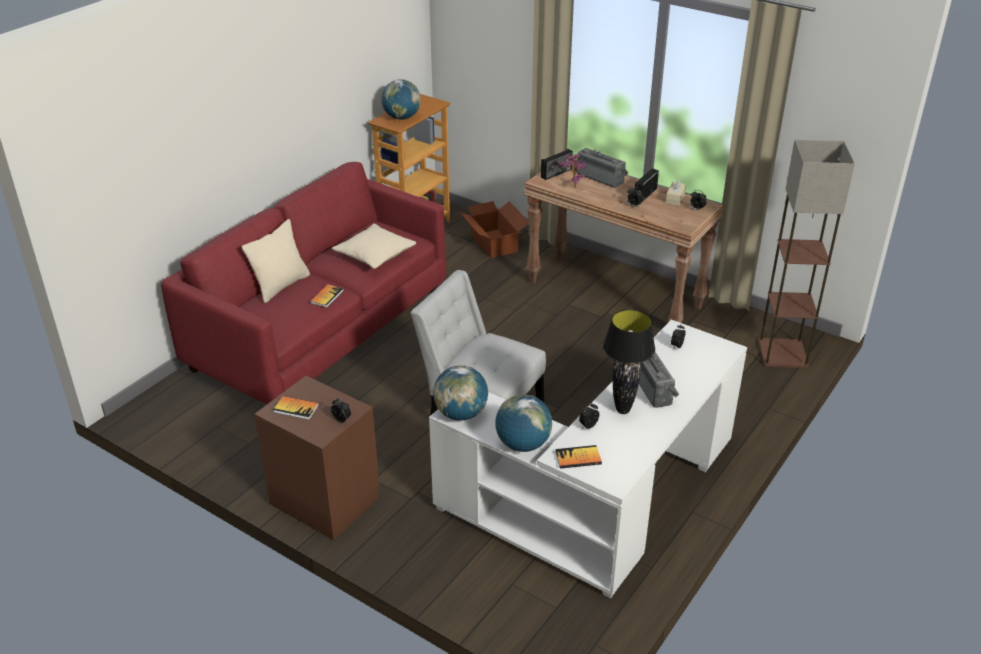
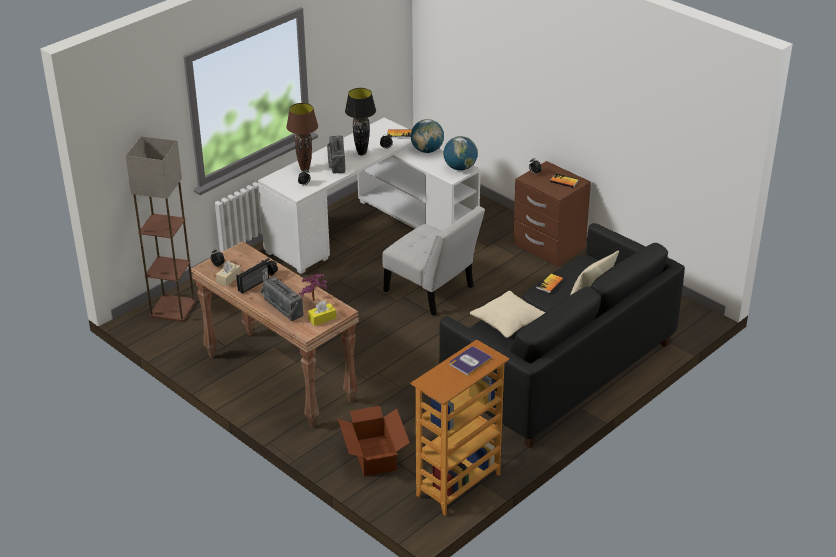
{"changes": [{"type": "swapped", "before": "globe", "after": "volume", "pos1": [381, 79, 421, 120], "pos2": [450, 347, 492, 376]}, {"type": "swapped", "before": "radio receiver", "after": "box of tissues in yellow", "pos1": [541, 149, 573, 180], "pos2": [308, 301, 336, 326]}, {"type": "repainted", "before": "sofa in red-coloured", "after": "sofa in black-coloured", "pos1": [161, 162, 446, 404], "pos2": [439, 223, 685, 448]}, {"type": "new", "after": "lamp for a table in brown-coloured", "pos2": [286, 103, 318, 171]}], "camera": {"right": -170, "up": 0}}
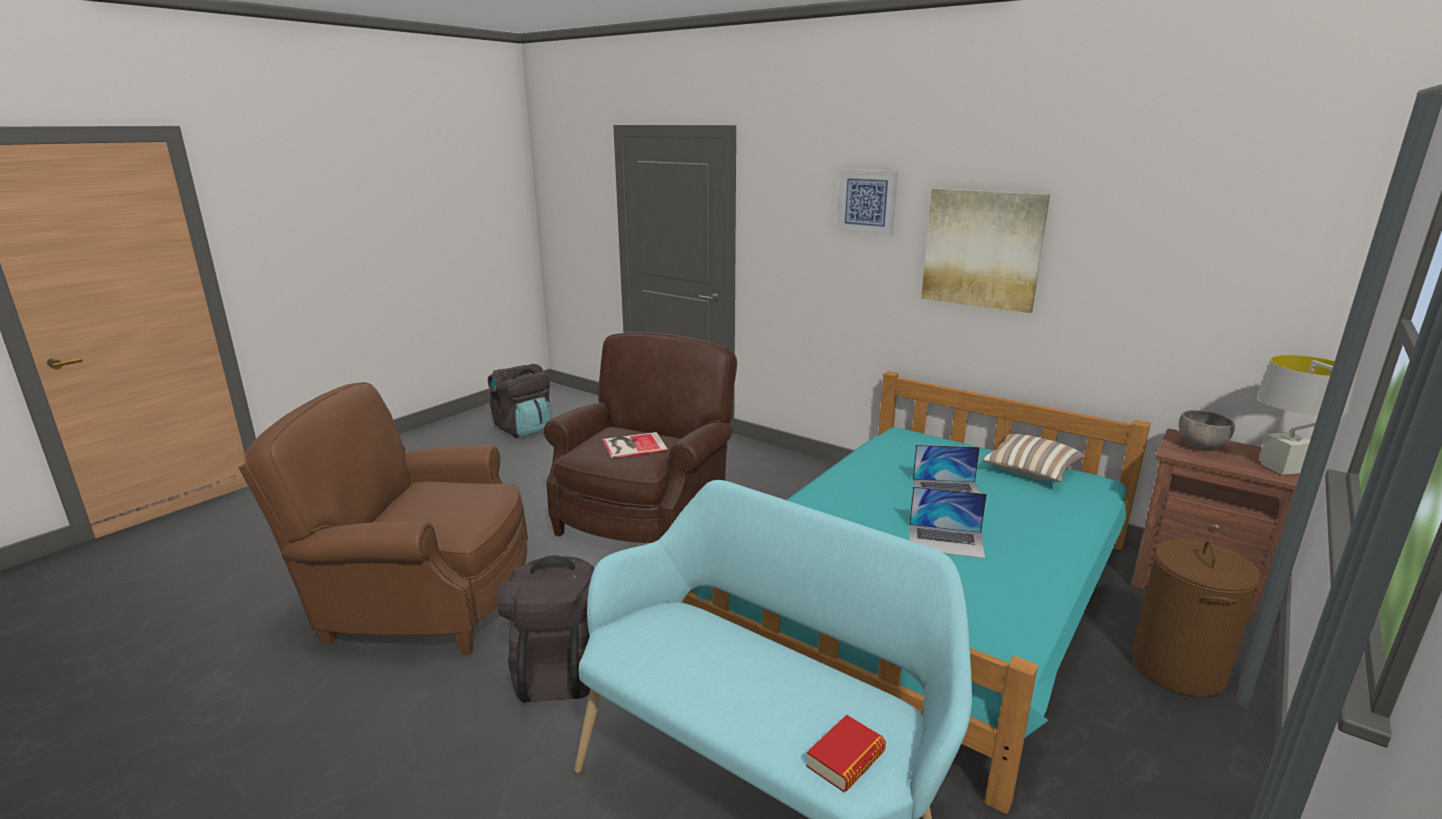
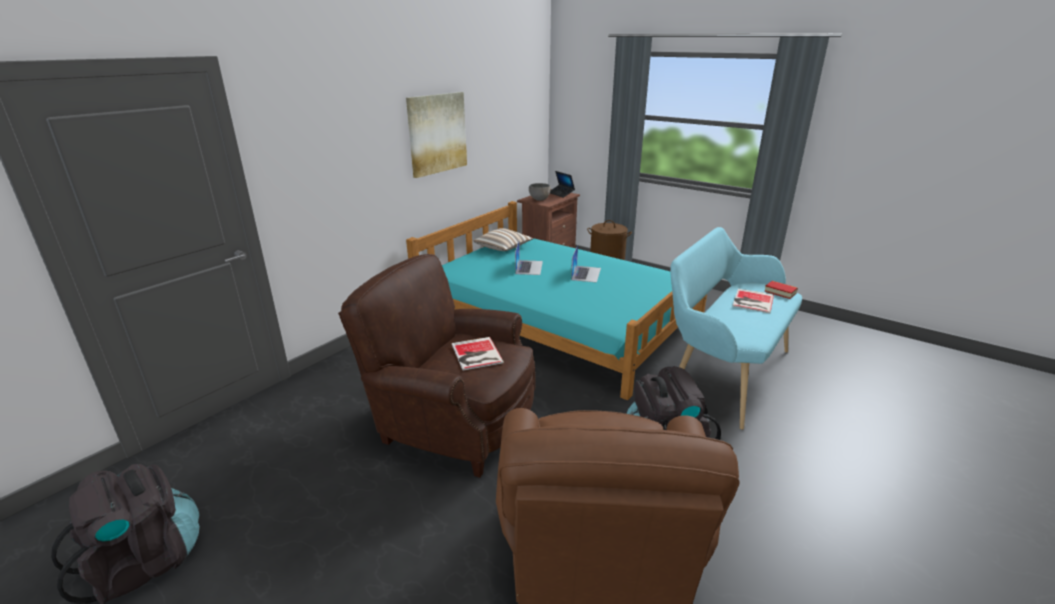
{"changes": [{"type": "gone", "before": "picture", "pos1": [836, 169, 898, 236]}, {"type": "swapped", "before": "lamp for a table in gray", "after": "portable computer", "pos1": [1257, 355, 1357, 475], "pos2": [550, 171, 575, 198]}, {"type": "new", "after": "volume", "pos2": [732, 288, 774, 313]}], "camera": {"right": -90, "up": 5}}
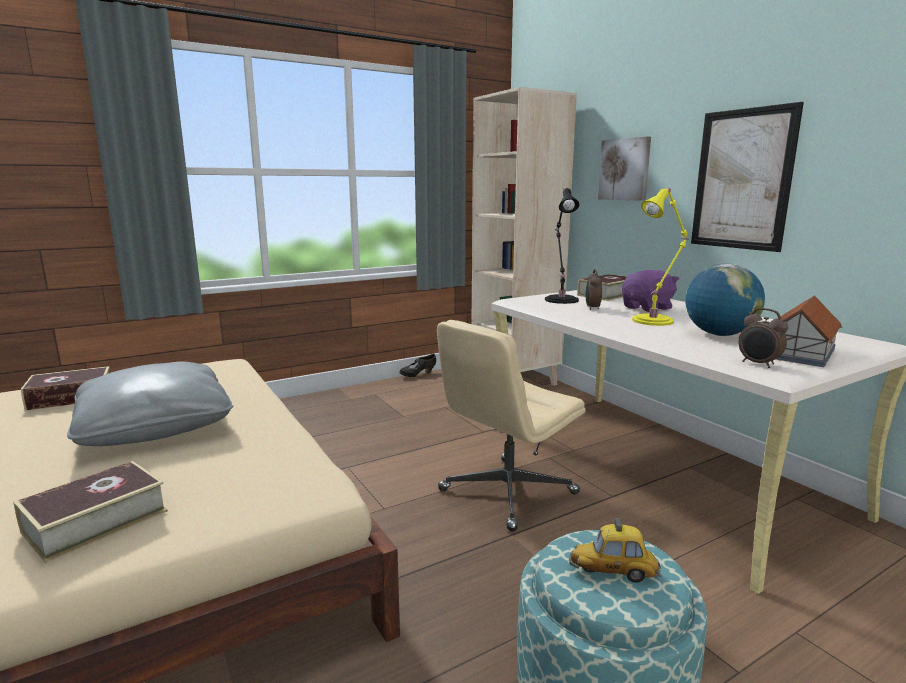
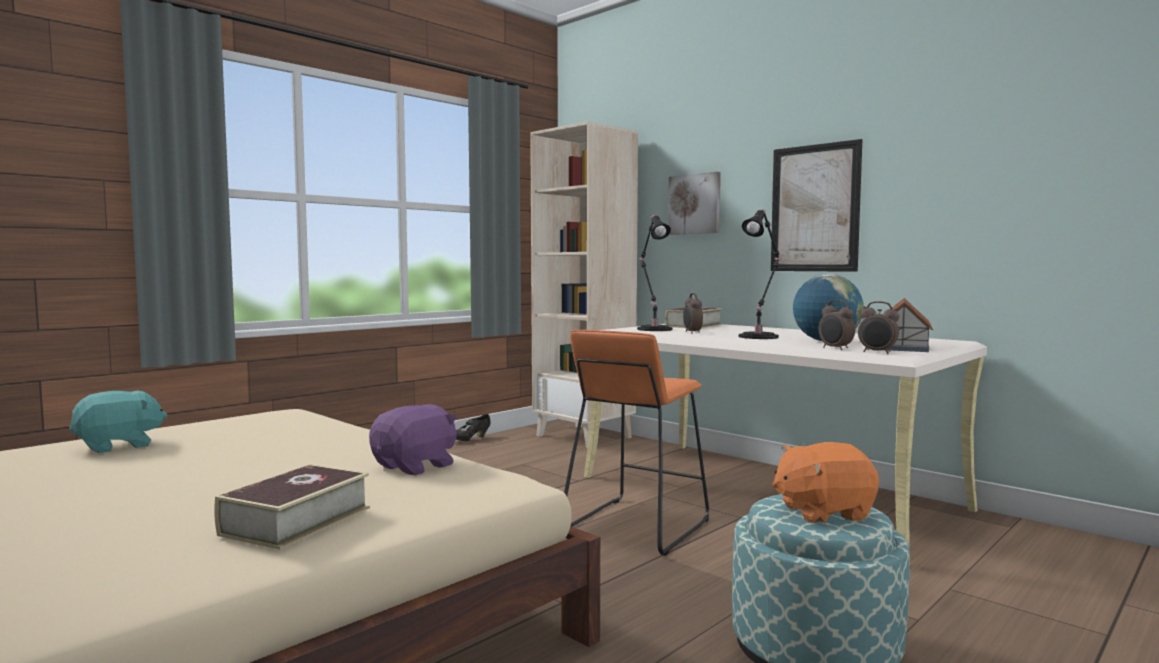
{"changes": [{"type": "repainted", "before": "lamp for a table in yellow", "after": "lamp for a table in black-coloured", "pos1": [632, 188, 689, 326], "pos2": [739, 209, 780, 339]}, {"type": "shifted", "before": "plush toy in purple", "pos1": [622, 270, 679, 312], "pos2": [369, 404, 457, 475]}, {"type": "swapped", "before": "office chair in beige", "after": "stool in orange", "pos1": [437, 320, 586, 532], "pos2": [564, 330, 709, 556]}, {"type": "gone", "before": "throw pillow in gray", "pos1": [67, 361, 233, 446]}, {"type": "swapped", "before": "volume", "after": "plush toy in turquoise-coloured", "pos1": [20, 366, 110, 411], "pos2": [69, 391, 168, 453]}, {"type": "swapped", "before": "toy car", "after": "plush toy in orange", "pos1": [569, 518, 662, 583], "pos2": [772, 442, 879, 523]}, {"type": "new", "after": "table clock", "pos2": [818, 300, 855, 350]}], "camera": {"right": -15, "up": -10}}
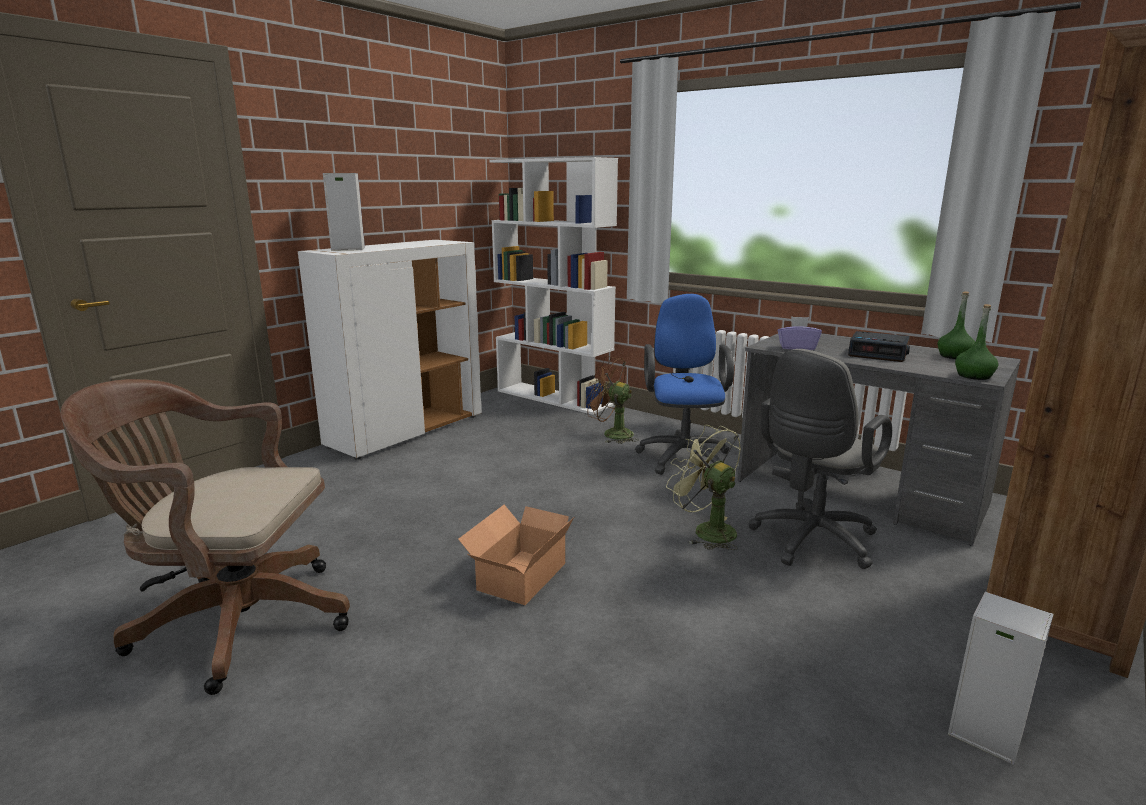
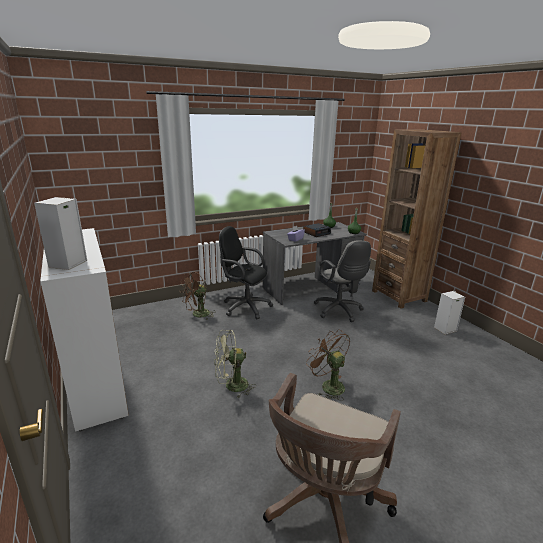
{"changes": [{"type": "gone", "before": "shelving unit in white-coloured", "pos1": [489, 157, 618, 415]}, {"type": "repainted", "before": "office chair in blue-coloured", "after": "office chair in black-coloured", "pos1": [635, 294, 734, 475], "pos2": [219, 226, 273, 319]}, {"type": "shifted", "before": "cooling fan in greenish", "pos1": [666, 425, 741, 550], "pos2": [214, 330, 255, 398]}, {"type": "swapped", "before": "packing box", "after": "cooling fan in brown-coloured", "pos1": [458, 505, 574, 605], "pos2": [306, 329, 350, 401]}], "camera": {"right": -65, "up": 5}}
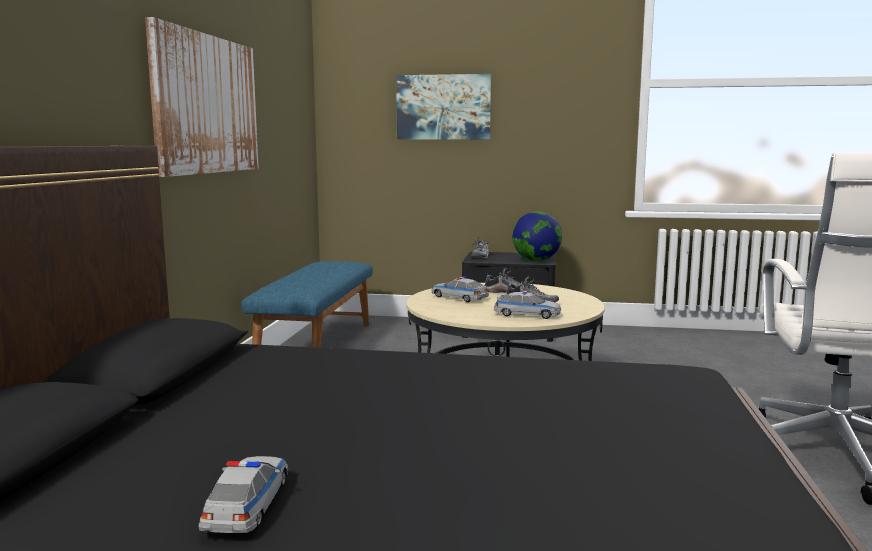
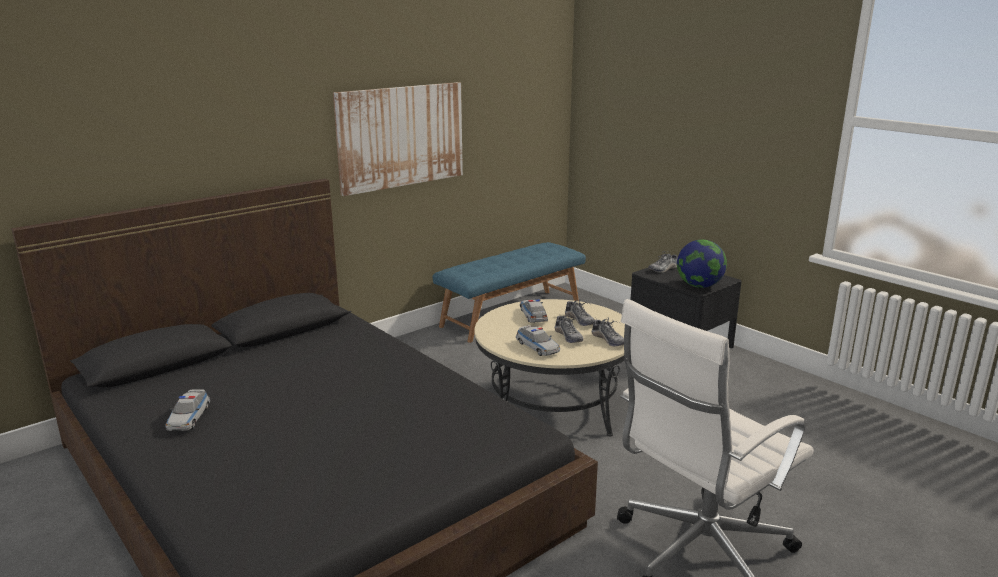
{"changes": [{"type": "gone", "before": "picture", "pos1": [396, 74, 491, 139]}, {"type": "rotated", "before": "toy car", "pos1": [199, 456, 288, 535], "pos2": [165, 389, 210, 431], "turn": 135}, {"type": "new", "after": "low shoe", "pos2": [592, 317, 624, 346]}], "camera": {"right": 40, "up": 10}}
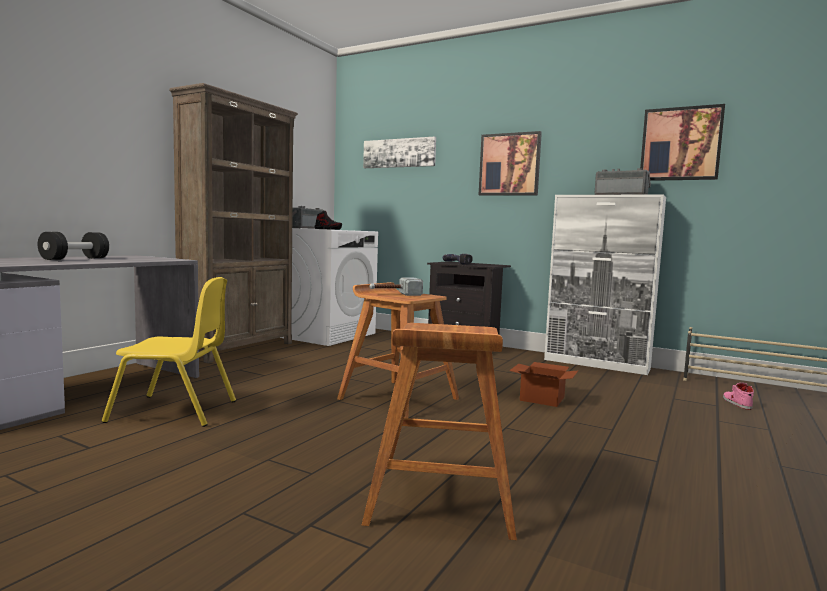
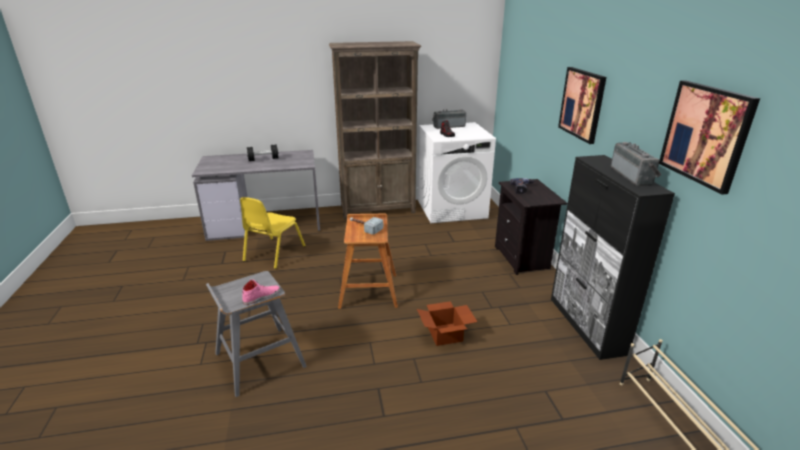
{"changes": [{"type": "gone", "before": "picture", "pos1": [363, 137, 436, 168]}, {"type": "repainted", "before": "cabinet in white-coloured", "after": "cabinet in black-coloured", "pos1": [544, 194, 666, 375], "pos2": [551, 155, 675, 360]}, {"type": "rotated", "before": "plain chair in yellow", "pos1": [102, 277, 236, 427], "pos2": [240, 197, 305, 269], "turn": 60}, {"type": "repainted", "before": "stool in brown-coloured", "after": "stool in gray", "pos1": [362, 323, 517, 540], "pos2": [206, 271, 307, 397]}, {"type": "shifted", "before": "low shoe in pinkish", "pos1": [723, 383, 754, 410], "pos2": [242, 279, 280, 305]}], "camera": {"right": 50, "up": 20}}
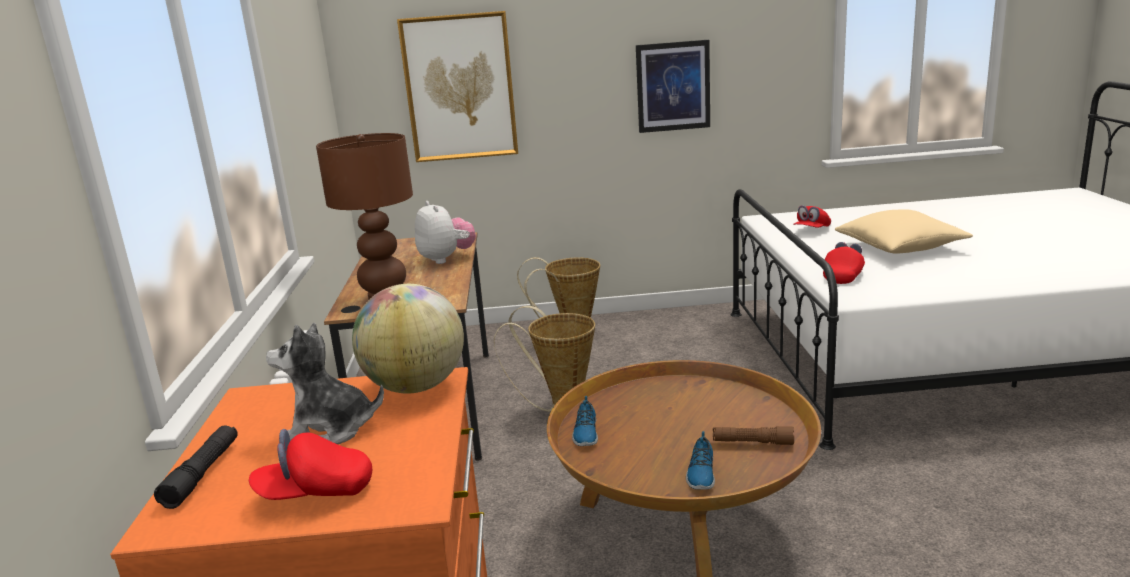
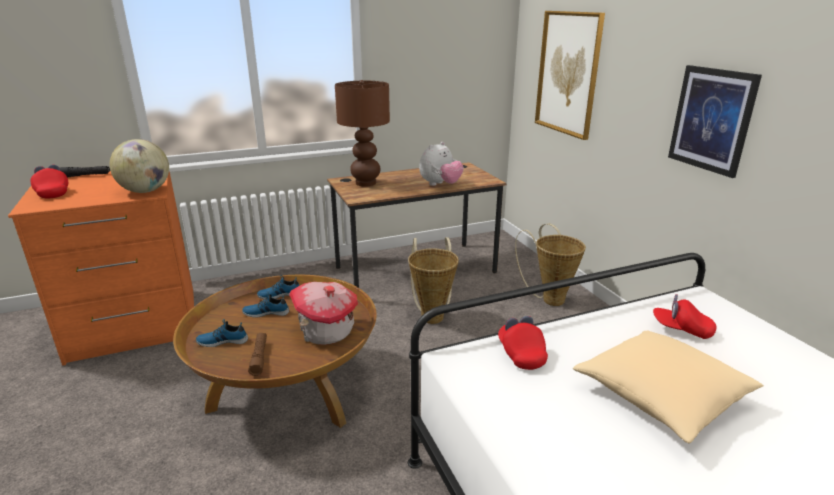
{"changes": [{"type": "rotated", "before": "cap in red-coloured", "pos1": [823, 242, 865, 284], "pos2": [498, 316, 548, 370], "turn": -120}, {"type": "gone", "before": "plush toy", "pos1": [266, 323, 384, 444]}, {"type": "new", "after": "toy house", "pos2": [289, 282, 358, 345]}, {"type": "new", "after": "low shoe", "pos2": [242, 292, 289, 318]}], "camera": {"right": 70, "up": 5}}
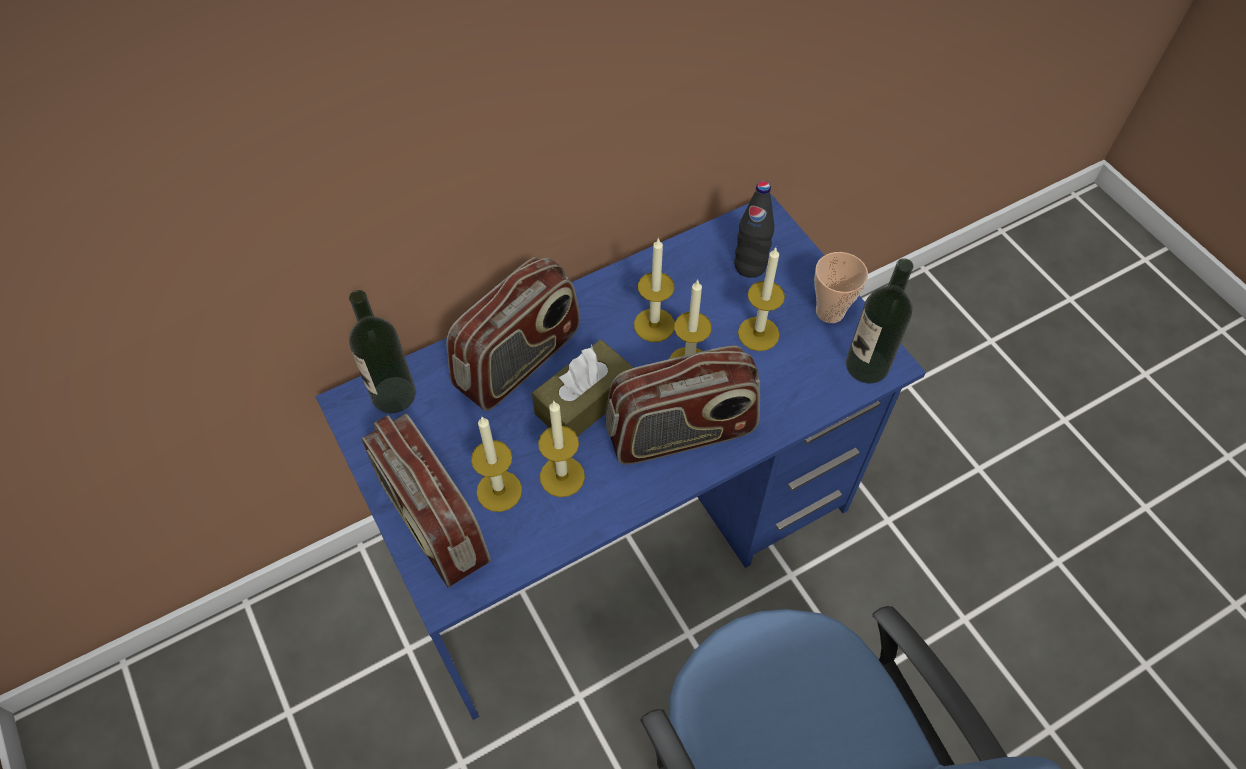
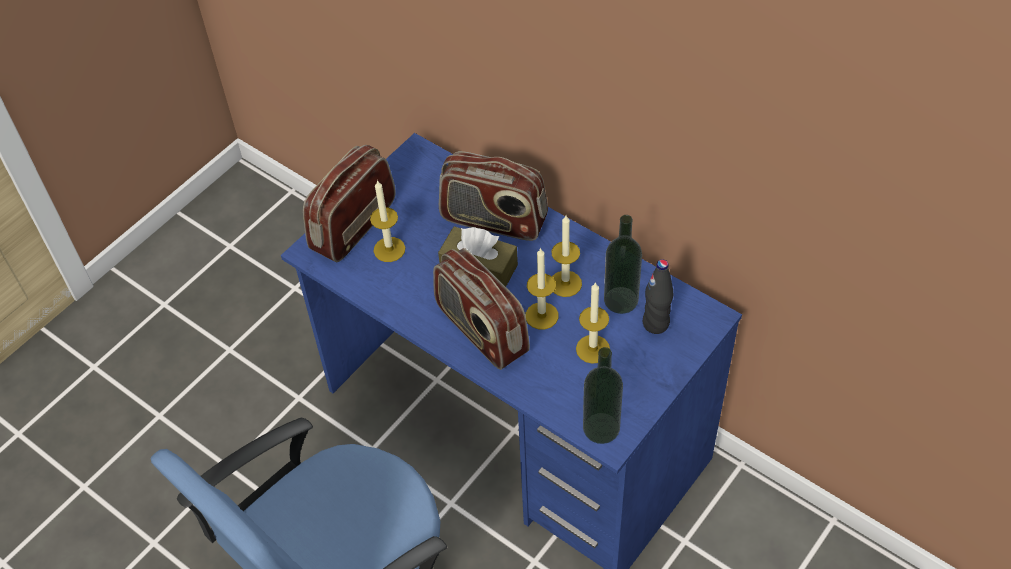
{"changes": [{"type": "gone", "before": "small cup", "pos1": [814, 252, 868, 323]}, {"type": "shifted", "before": "beverage bottle", "pos1": [349, 290, 416, 414], "pos2": [604, 215, 642, 314]}, {"type": "gone", "before": "candle", "pos1": [538, 400, 585, 497]}], "camera": {"right": 70, "up": -5}}
